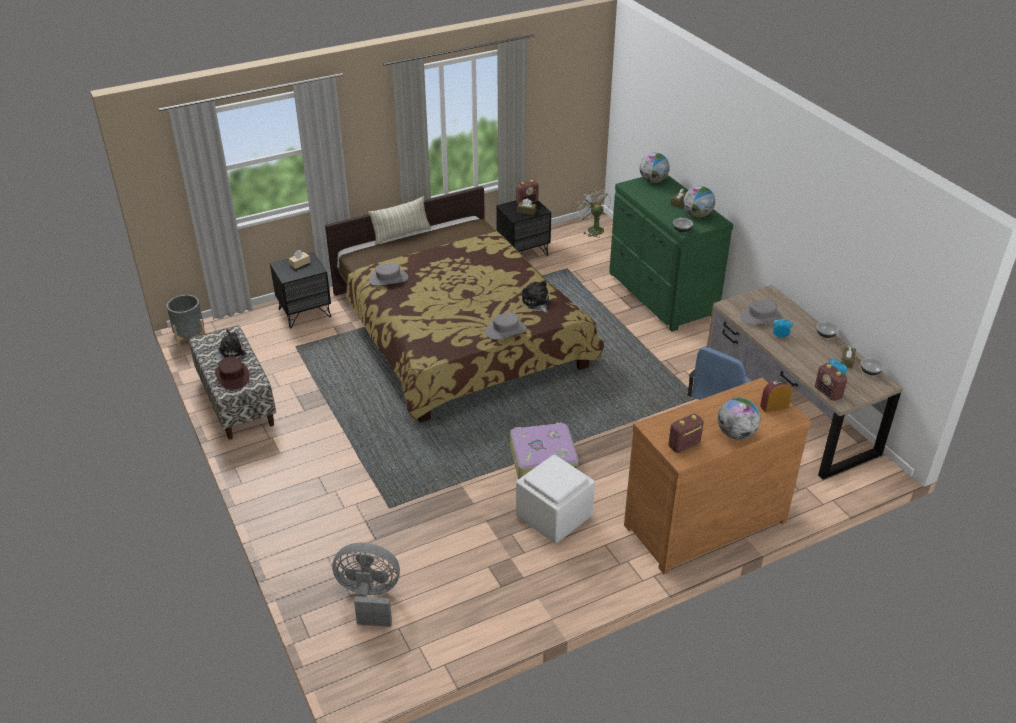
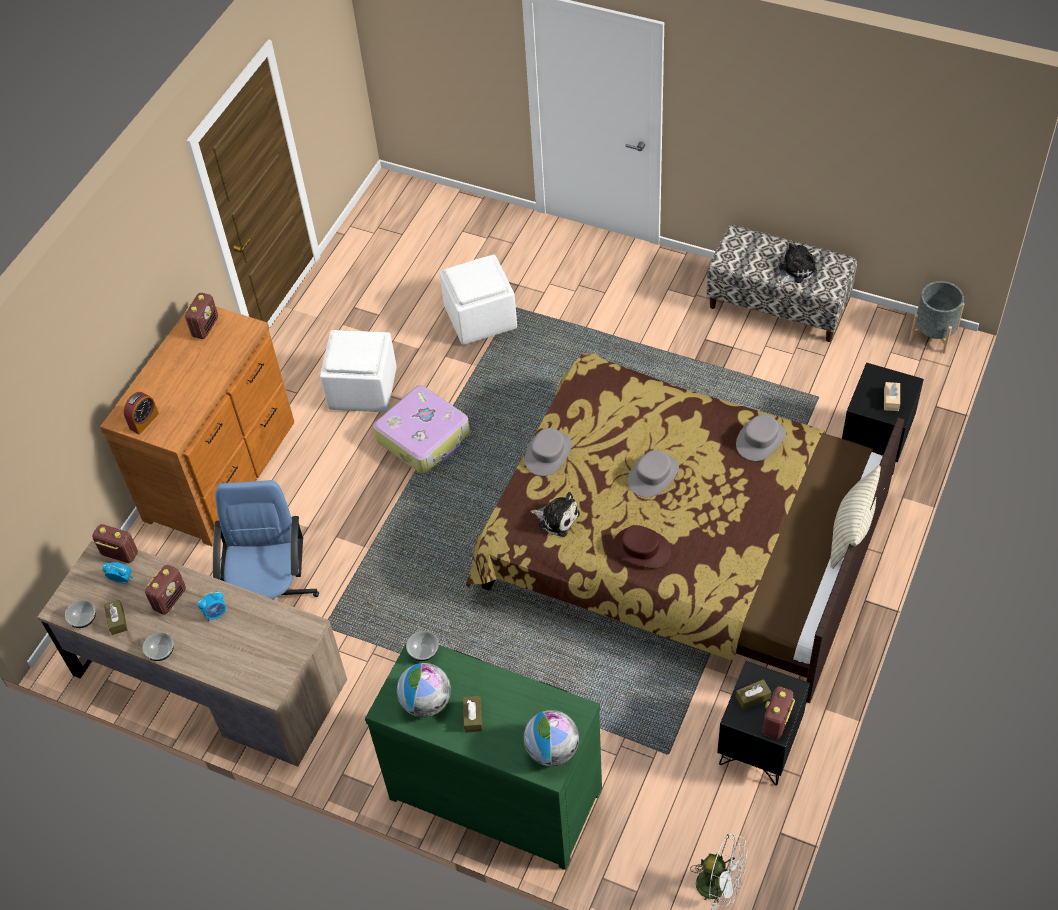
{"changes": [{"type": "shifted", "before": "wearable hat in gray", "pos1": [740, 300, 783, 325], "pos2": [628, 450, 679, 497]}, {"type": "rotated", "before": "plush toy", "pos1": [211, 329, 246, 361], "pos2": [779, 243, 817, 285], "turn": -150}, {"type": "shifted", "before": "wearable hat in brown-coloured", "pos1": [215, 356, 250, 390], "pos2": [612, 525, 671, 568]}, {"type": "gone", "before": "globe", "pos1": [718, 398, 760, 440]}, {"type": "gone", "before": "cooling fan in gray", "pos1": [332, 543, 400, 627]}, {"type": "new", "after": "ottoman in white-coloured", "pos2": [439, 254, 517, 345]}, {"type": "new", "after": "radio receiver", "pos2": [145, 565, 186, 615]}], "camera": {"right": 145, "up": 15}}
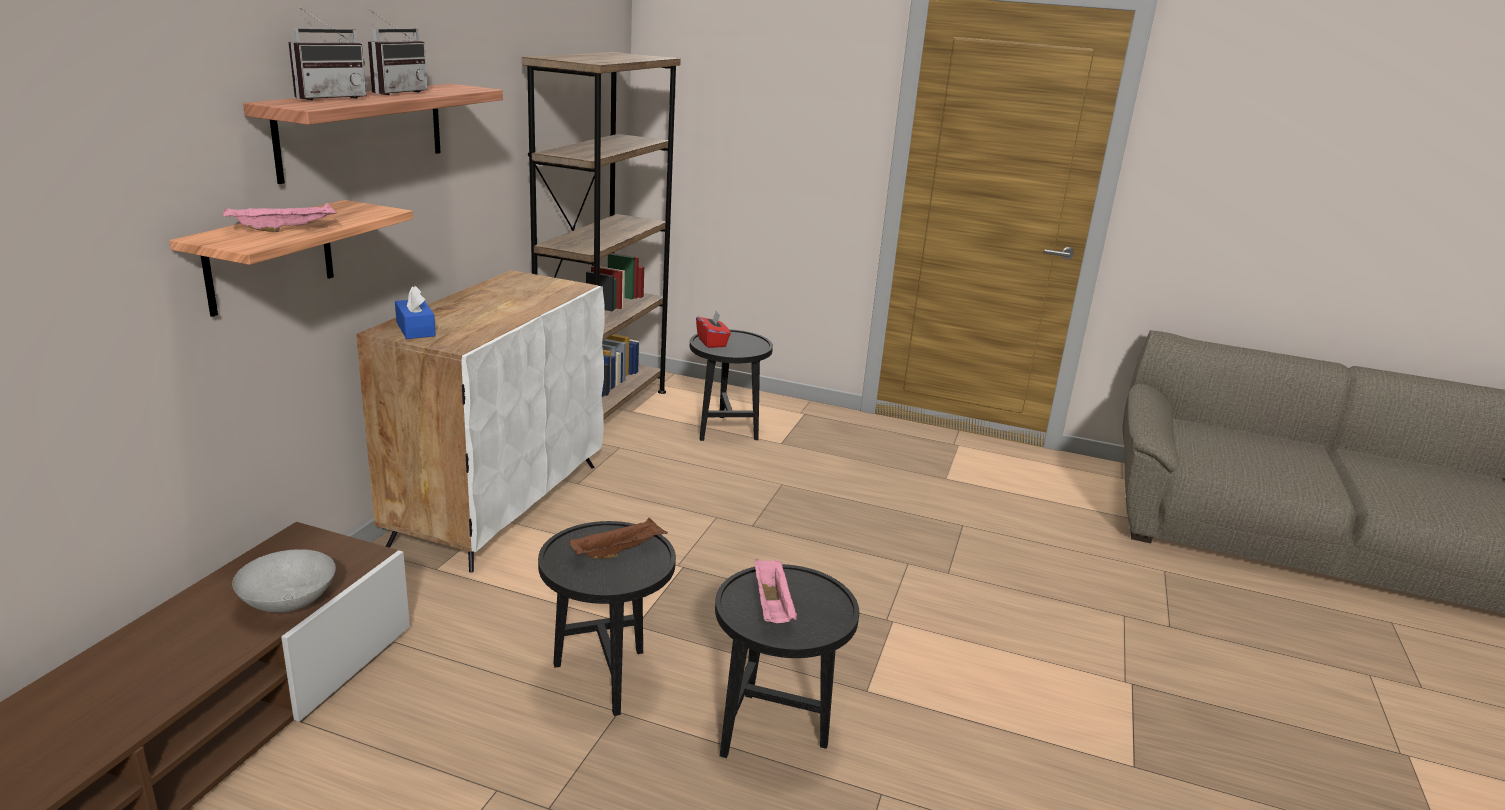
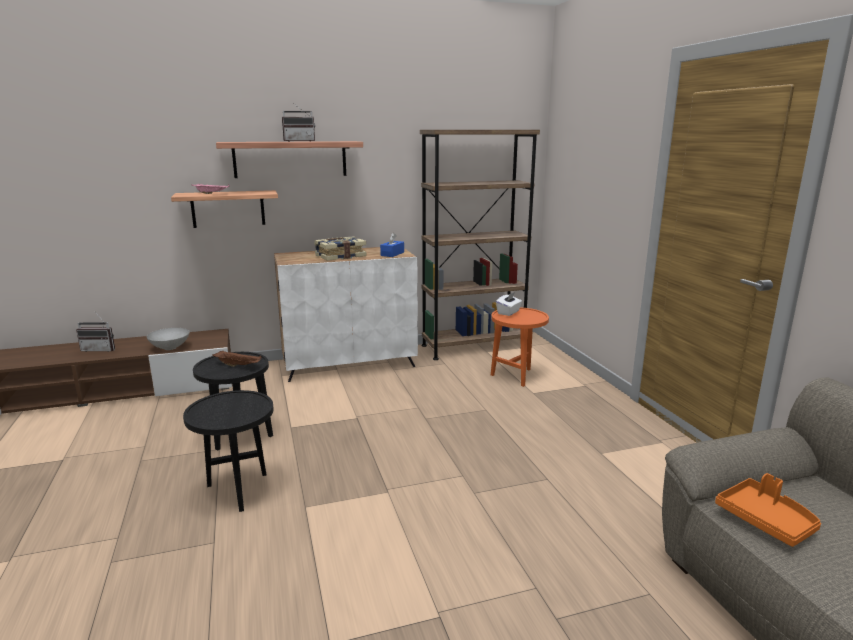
{"changes": [{"type": "shifted", "before": "radio receiver", "pos1": [289, 8, 366, 101], "pos2": [76, 313, 115, 352]}, {"type": "shifted", "before": "box of tissues in blue-coloured", "pos1": [395, 286, 436, 339], "pos2": [380, 233, 404, 257]}, {"type": "repainted", "before": "box of tissues in red-coloured", "after": "box of tissues in white-coloured", "pos1": [696, 311, 731, 348], "pos2": [496, 292, 522, 316]}, {"type": "repainted", "before": "accent table in black-coloured", "after": "accent table in orange", "pos1": [690, 329, 773, 441], "pos2": [491, 307, 549, 387]}, {"type": "gone", "before": "carrying tray in pinkish", "pos1": [755, 558, 797, 623]}, {"type": "new", "after": "volume", "pos2": [314, 236, 367, 261]}, {"type": "new", "after": "carrying tray in orange", "pos2": [715, 473, 821, 547]}], "camera": {"right": 55, "up": -5}}
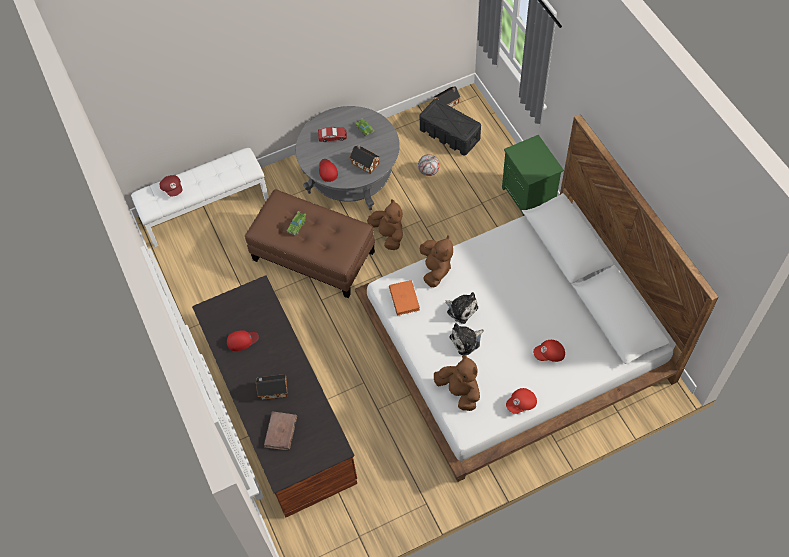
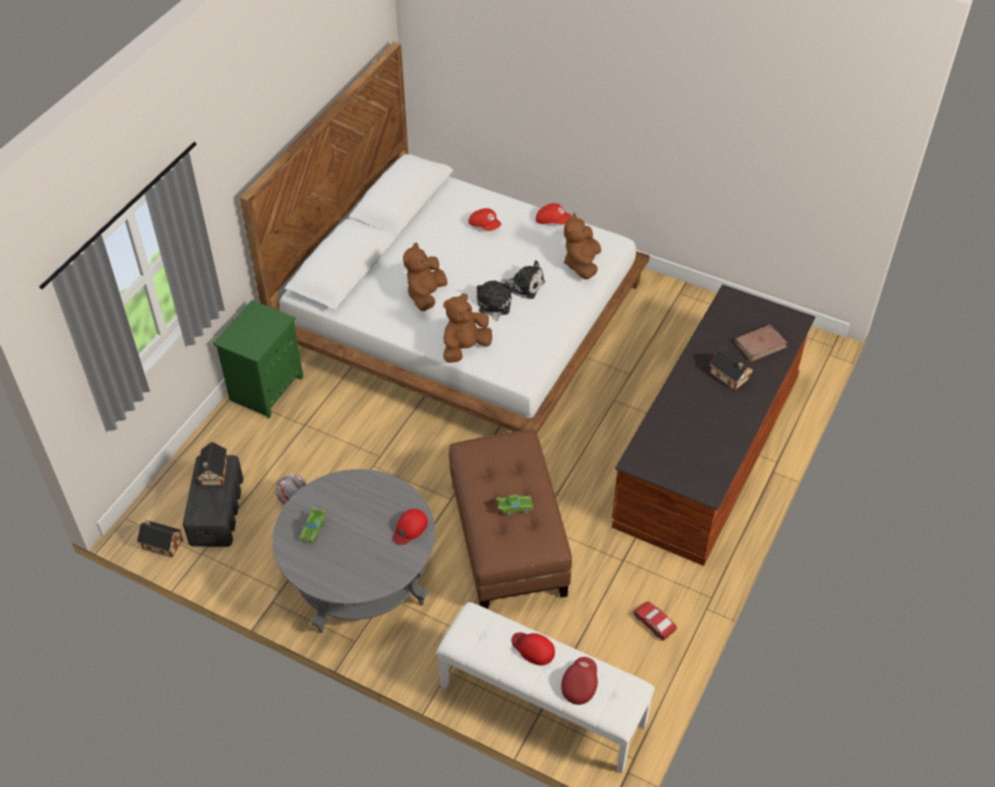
{"changes": [{"type": "shifted", "before": "toy car", "pos1": [318, 127, 347, 142], "pos2": [633, 601, 677, 641]}, {"type": "shifted", "before": "toy house", "pos1": [349, 145, 380, 174], "pos2": [197, 442, 227, 486]}, {"type": "shifted", "before": "plush toy in brown-coloured", "pos1": [367, 199, 403, 250], "pos2": [403, 242, 448, 311]}, {"type": "gone", "before": "volume in orange", "pos1": [389, 280, 420, 315]}, {"type": "shifted", "before": "cap in red-coloured", "pos1": [227, 330, 259, 351], "pos2": [511, 632, 555, 666]}], "camera": {"right": -130, "up": -10}}
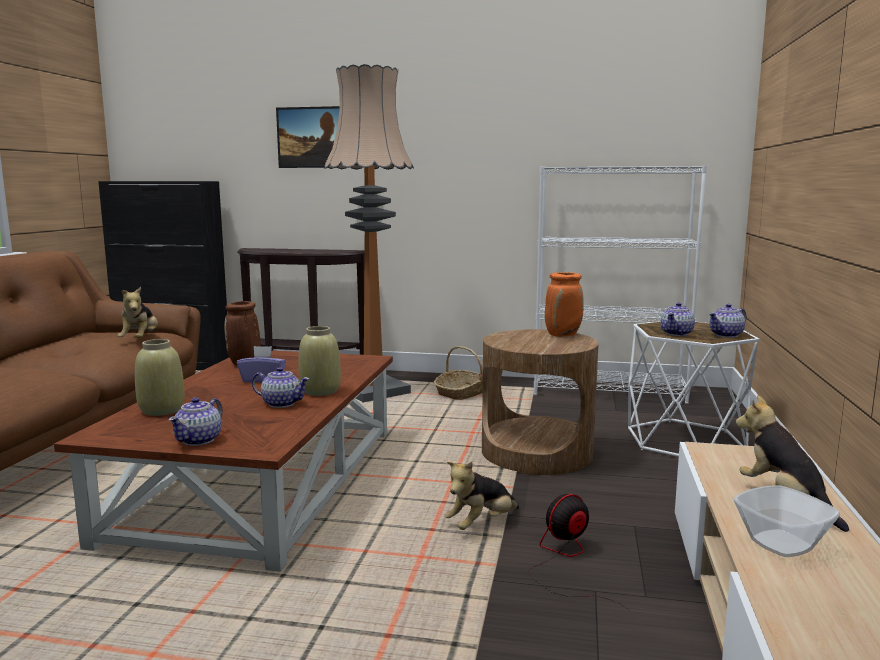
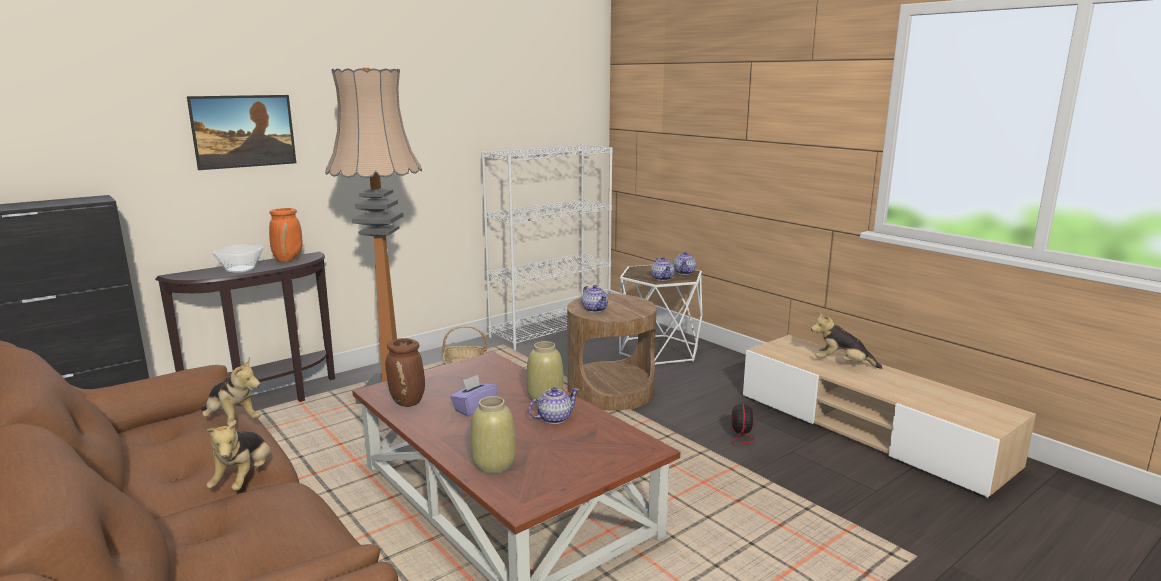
{"changes": [{"type": "shifted", "before": "vase in orange", "pos1": [545, 272, 584, 337], "pos2": [269, 208, 303, 262]}, {"type": "shifted", "before": "tea pot", "pos1": [168, 397, 223, 446], "pos2": [582, 285, 608, 312]}, {"type": "shifted", "before": "plush toy", "pos1": [444, 461, 519, 530], "pos2": [206, 420, 271, 491]}, {"type": "shifted", "before": "deep dish", "pos1": [734, 485, 840, 557], "pos2": [212, 245, 263, 273]}], "camera": {"right": -50, "up": 5}}
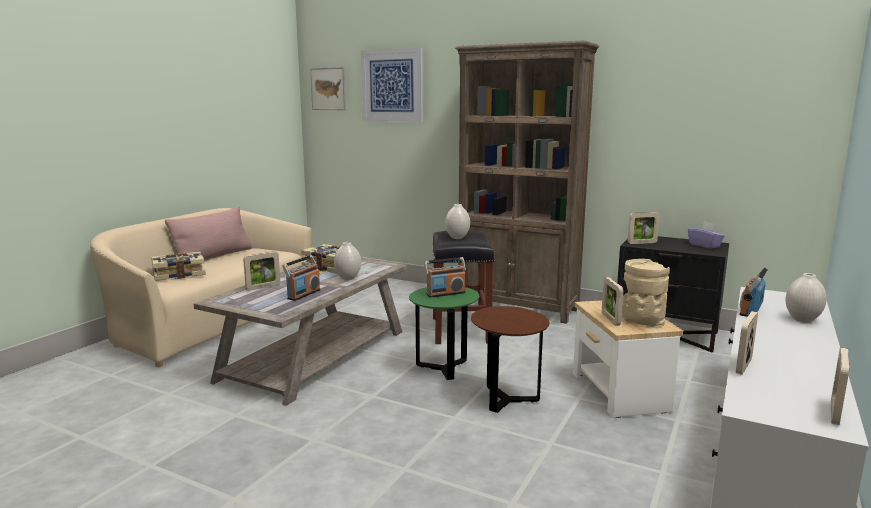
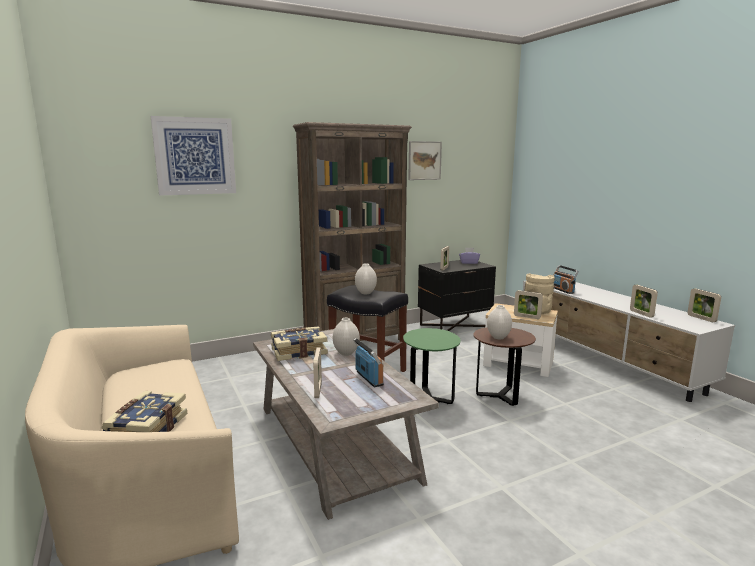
{"changes": [{"type": "shifted", "before": "picture", "pos1": [310, 67, 346, 110], "pos2": [408, 141, 442, 180]}, {"type": "gone", "before": "throw pillow in pinkish", "pos1": [165, 206, 253, 260]}, {"type": "gone", "before": "radio receiver", "pos1": [424, 257, 466, 298]}, {"type": "shifted", "before": "vase in white-coloured", "pos1": [786, 273, 827, 322], "pos2": [487, 305, 512, 339]}], "camera": {"right": -55, "up": 0}}
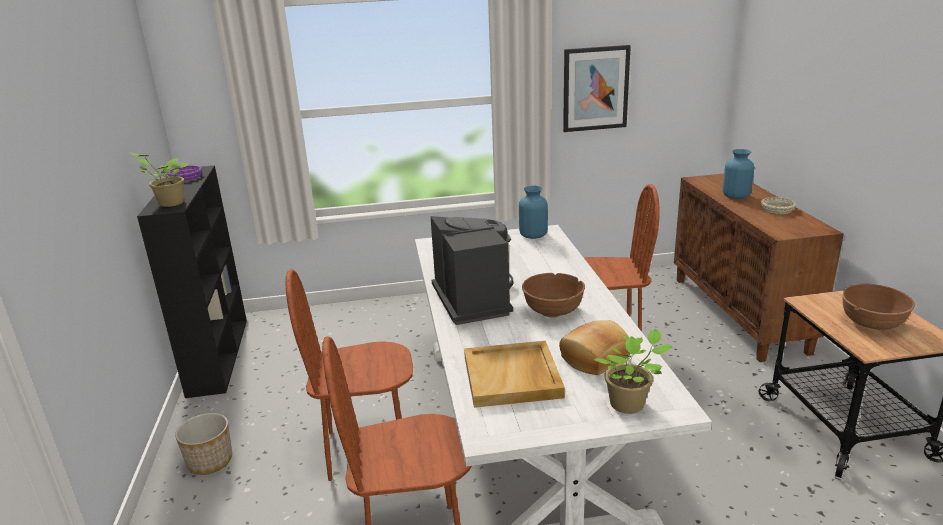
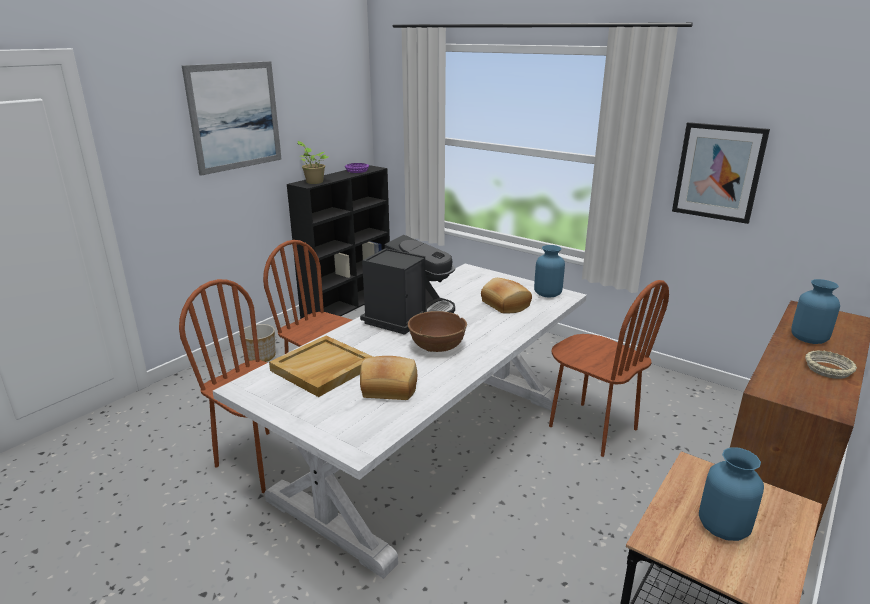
{"changes": [{"type": "swapped", "before": "deep dish in brown-coloured", "after": "vase in blue-coloured", "pos1": [842, 284, 915, 330], "pos2": [699, 447, 764, 541]}, {"type": "gone", "before": "potted plant", "pos1": [594, 329, 673, 414]}, {"type": "new", "after": "picture", "pos2": [182, 61, 282, 176]}, {"type": "new", "after": "bread", "pos2": [481, 278, 532, 313]}], "camera": {"right": 45, "up": 0}}
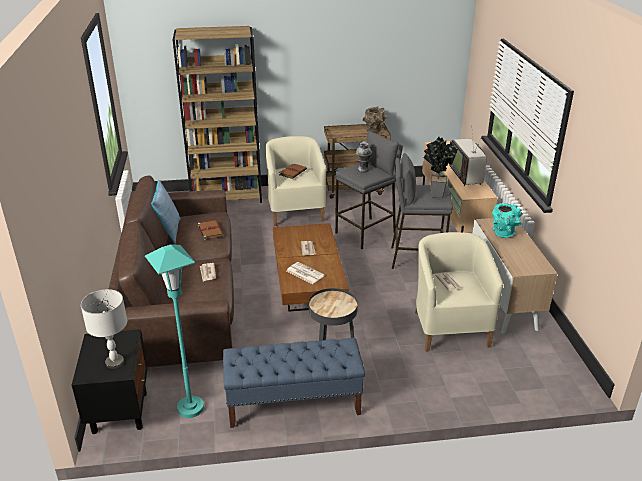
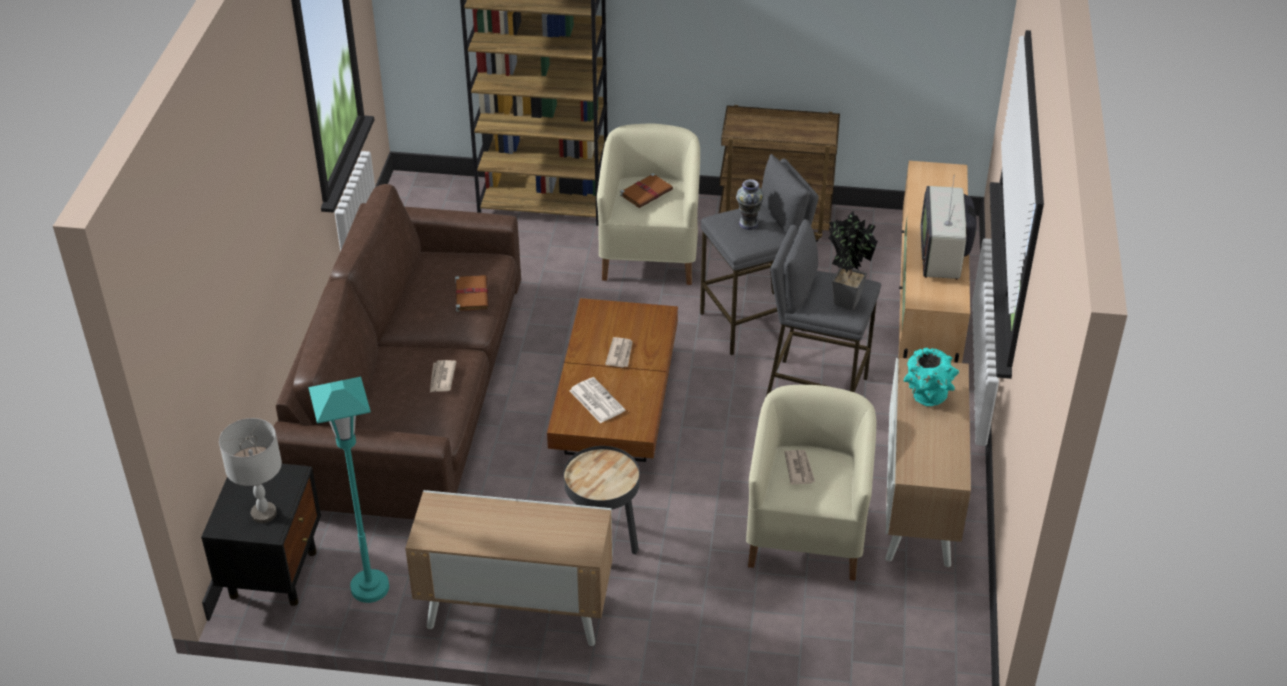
{"changes": [{"type": "gone", "before": "vase in brown-coloured", "pos1": [363, 106, 388, 134]}, {"type": "gone", "before": "throw pillow", "pos1": [151, 180, 181, 244]}, {"type": "swapped", "before": "indoor bench in blue-coloured", "after": "cabinet", "pos1": [223, 338, 365, 428], "pos2": [405, 490, 613, 646]}], "camera": {"right": 15, "up": 10}}
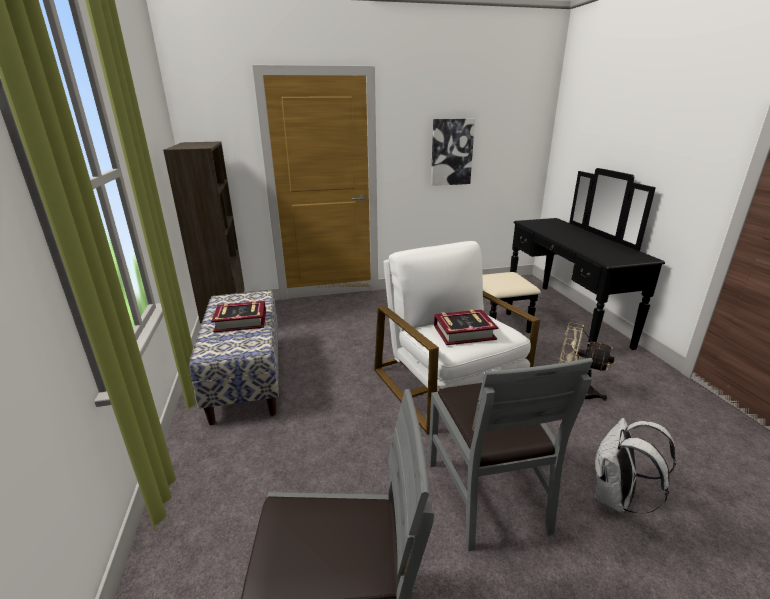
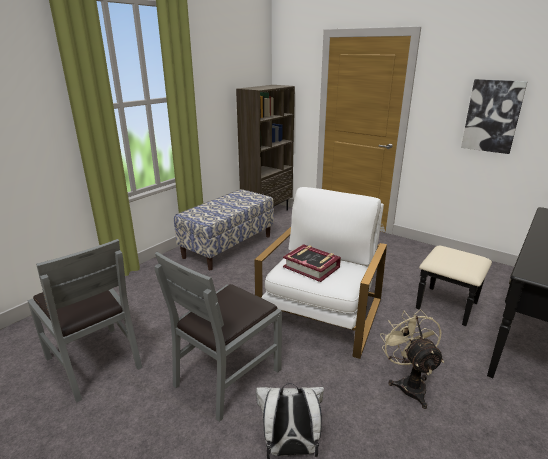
{"changes": [{"type": "gone", "before": "volume", "pos1": [211, 301, 266, 332]}], "camera": {"right": 50, "up": 0}}
